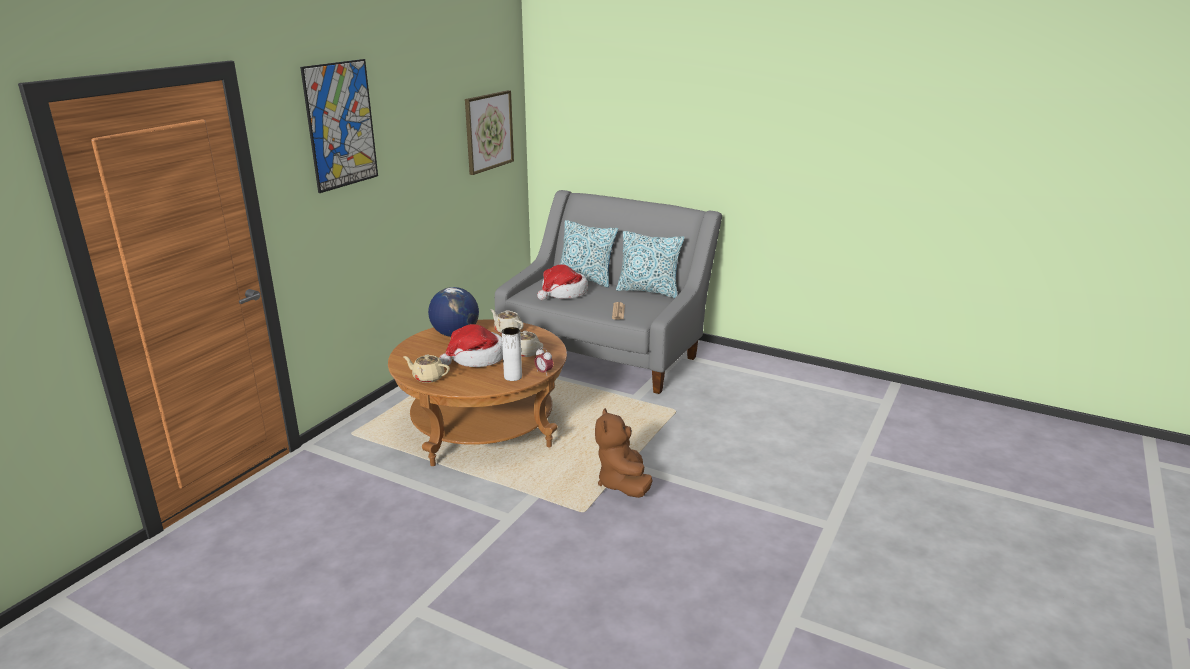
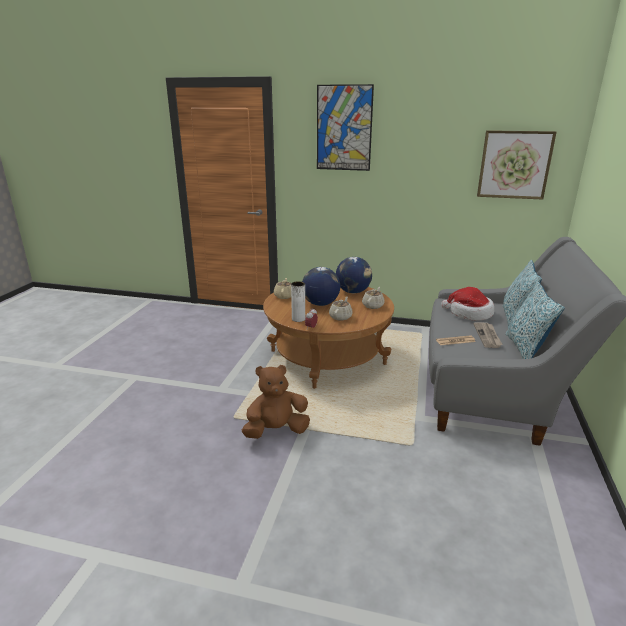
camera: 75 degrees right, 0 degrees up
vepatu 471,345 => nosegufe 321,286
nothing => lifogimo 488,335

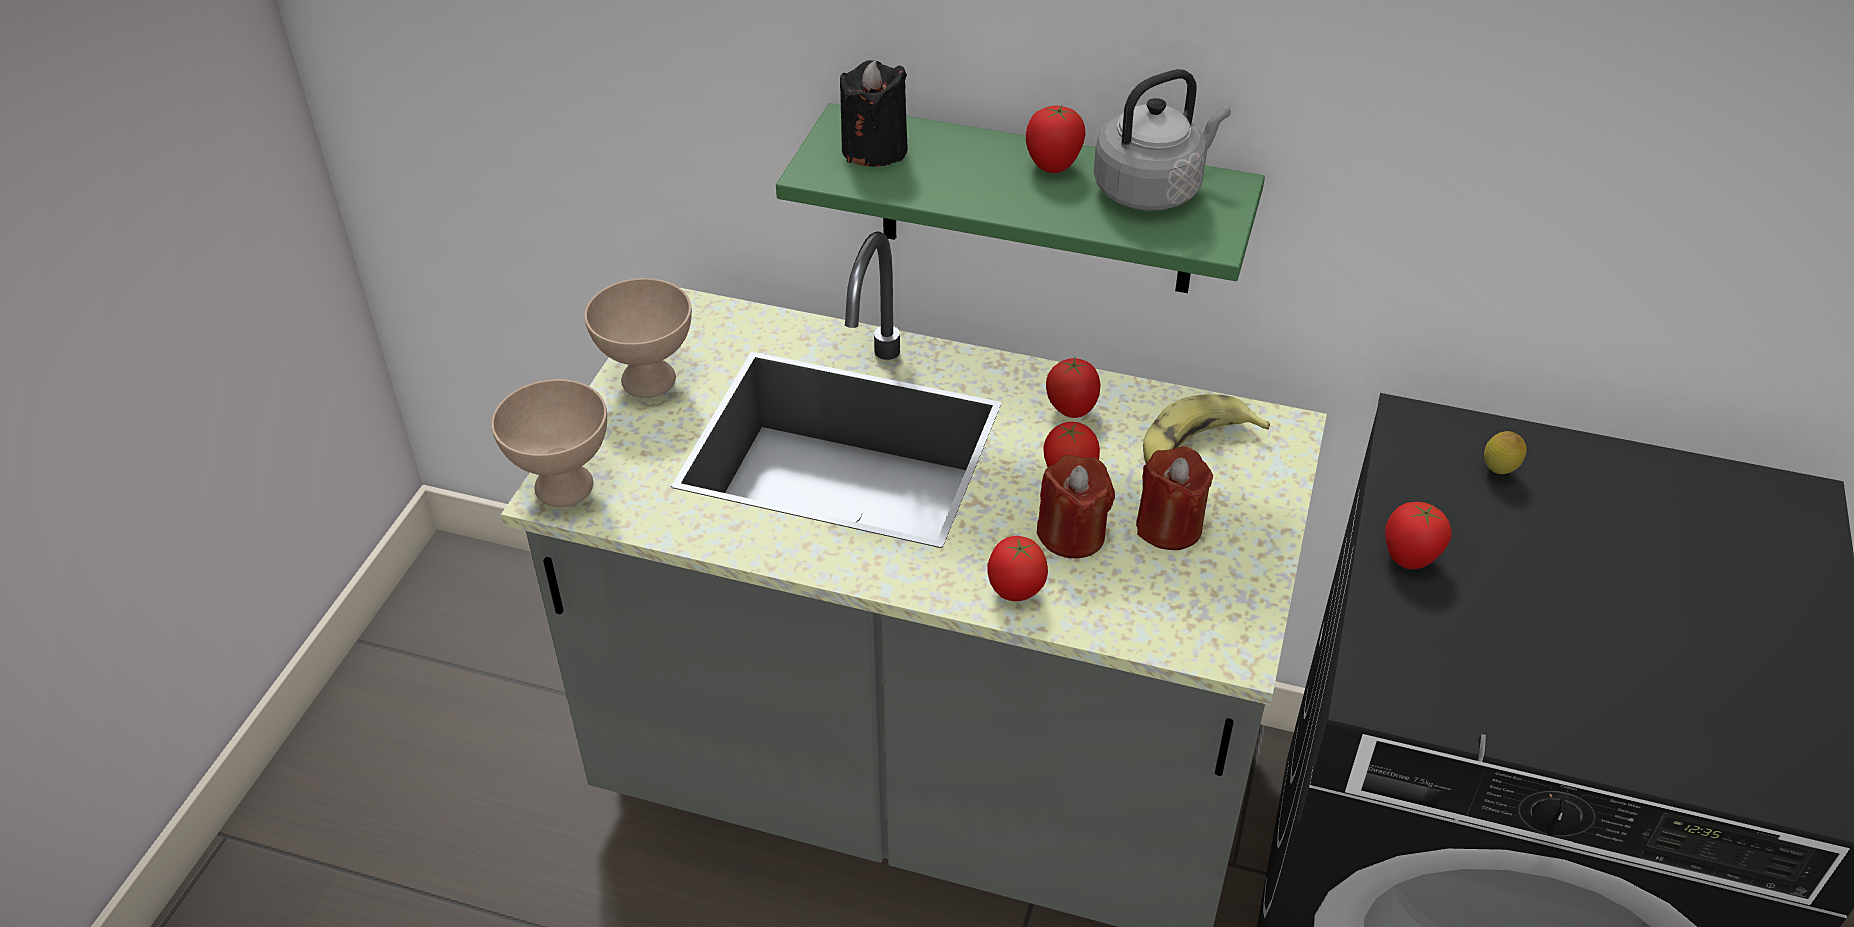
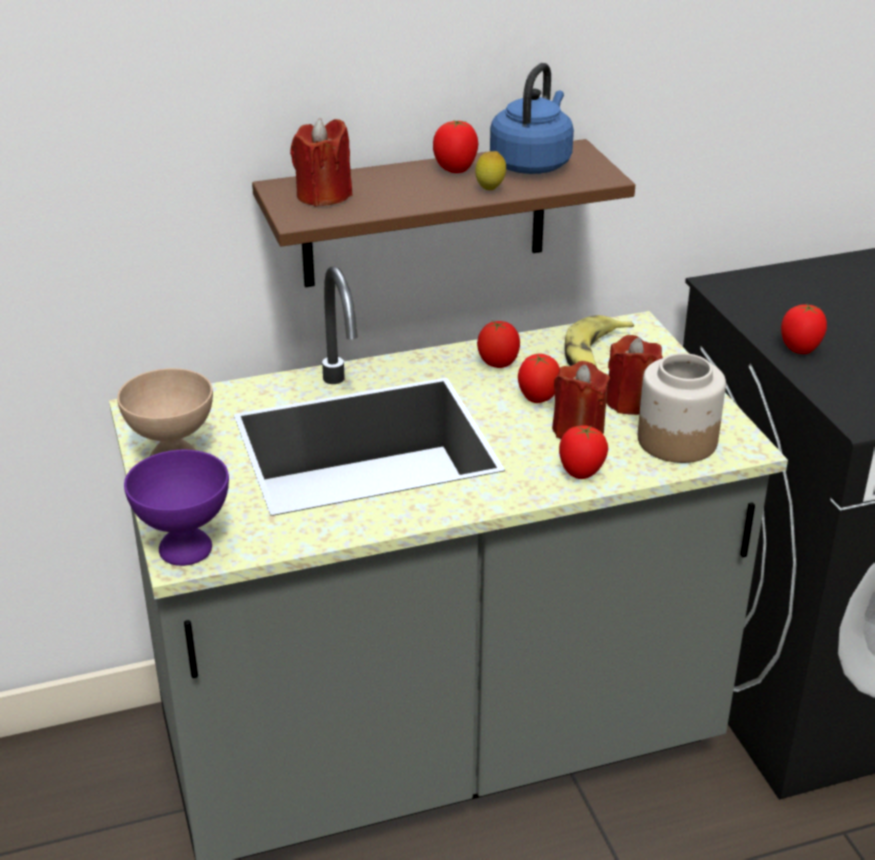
camera: 35 degrees left, 10 degrees down
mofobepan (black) 874,113 => mofobepan (red) 321,162
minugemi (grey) 1162,140 => minugemi (blue) 532,118
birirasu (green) 1020,198 => birirasu (brown) 443,213
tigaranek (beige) 549,443 => tigaranek (purple) 176,508
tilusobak 1505,452 => tilusobak 490,170, move
nothing => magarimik 682,408

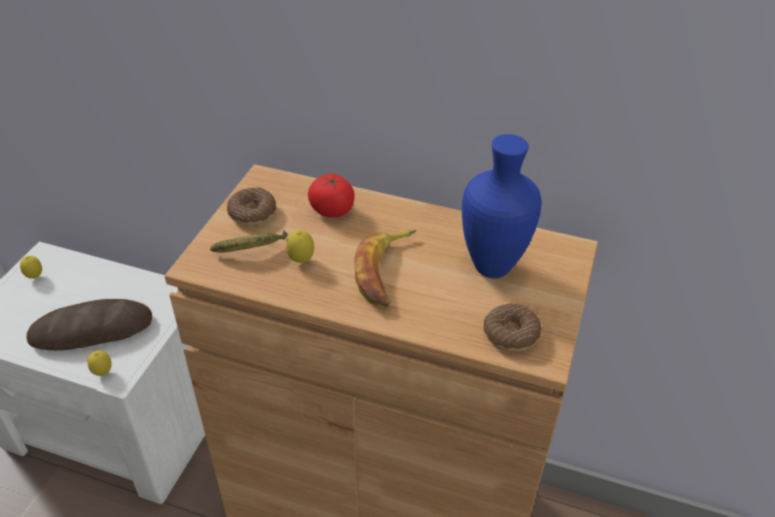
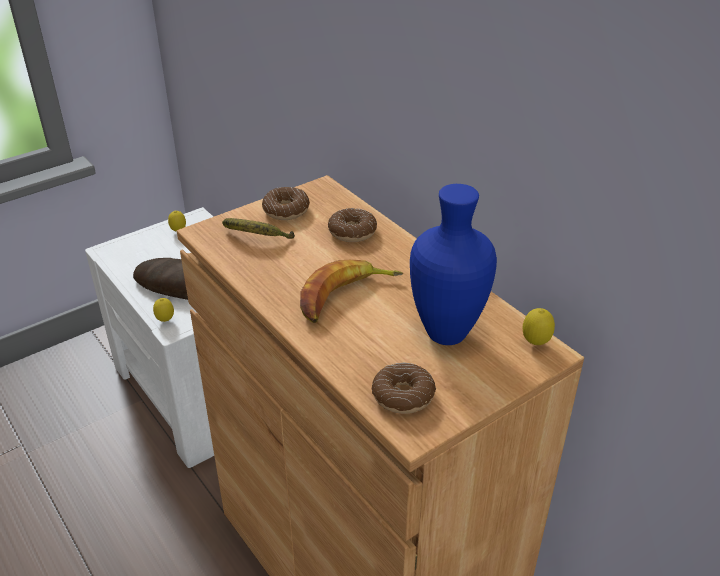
camera: 35 degrees right, 5 degrees down
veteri 331,196 => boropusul 352,225
tilusobak 300,246 => tilusobak 539,326, move

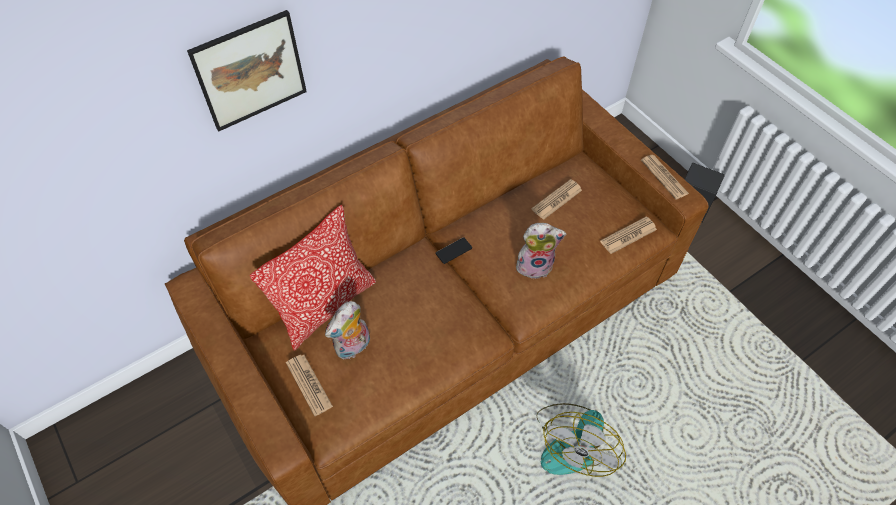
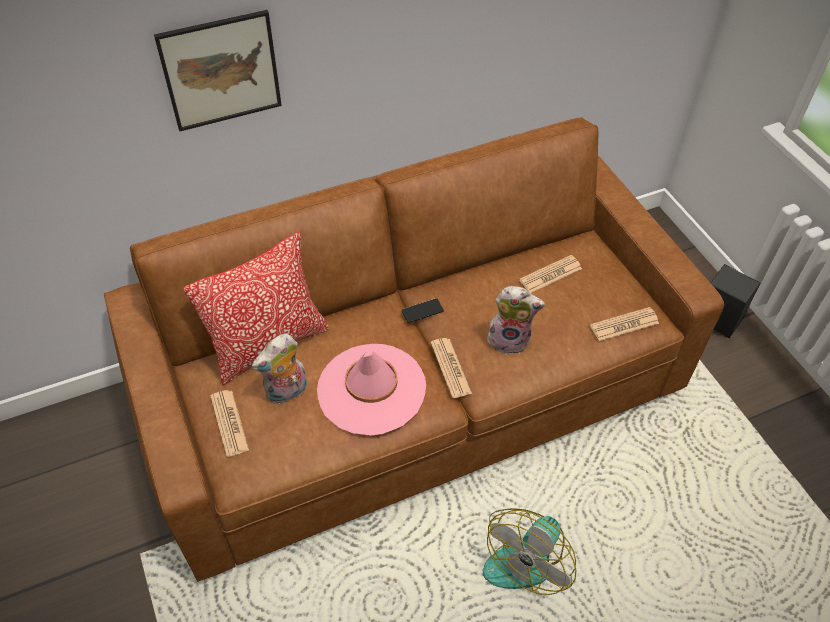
camera: 10 degrees right, 5 degrees down
lifogimo 665,177 => lifogimo 451,368, move
nothing => vepatu (pink) 371,390

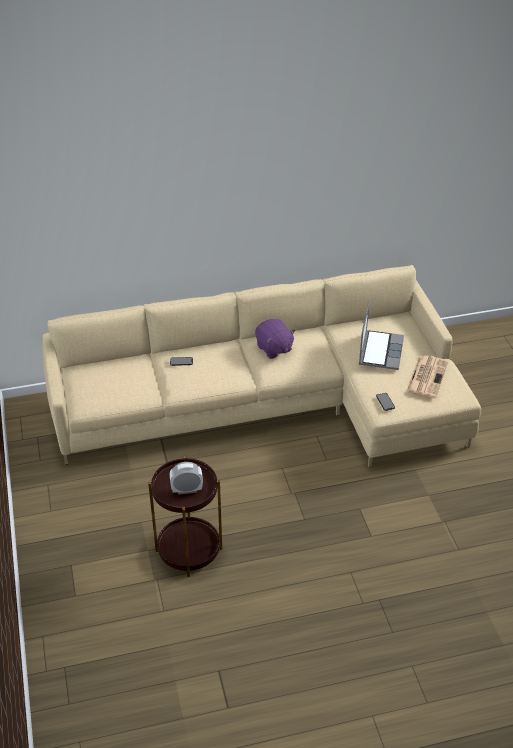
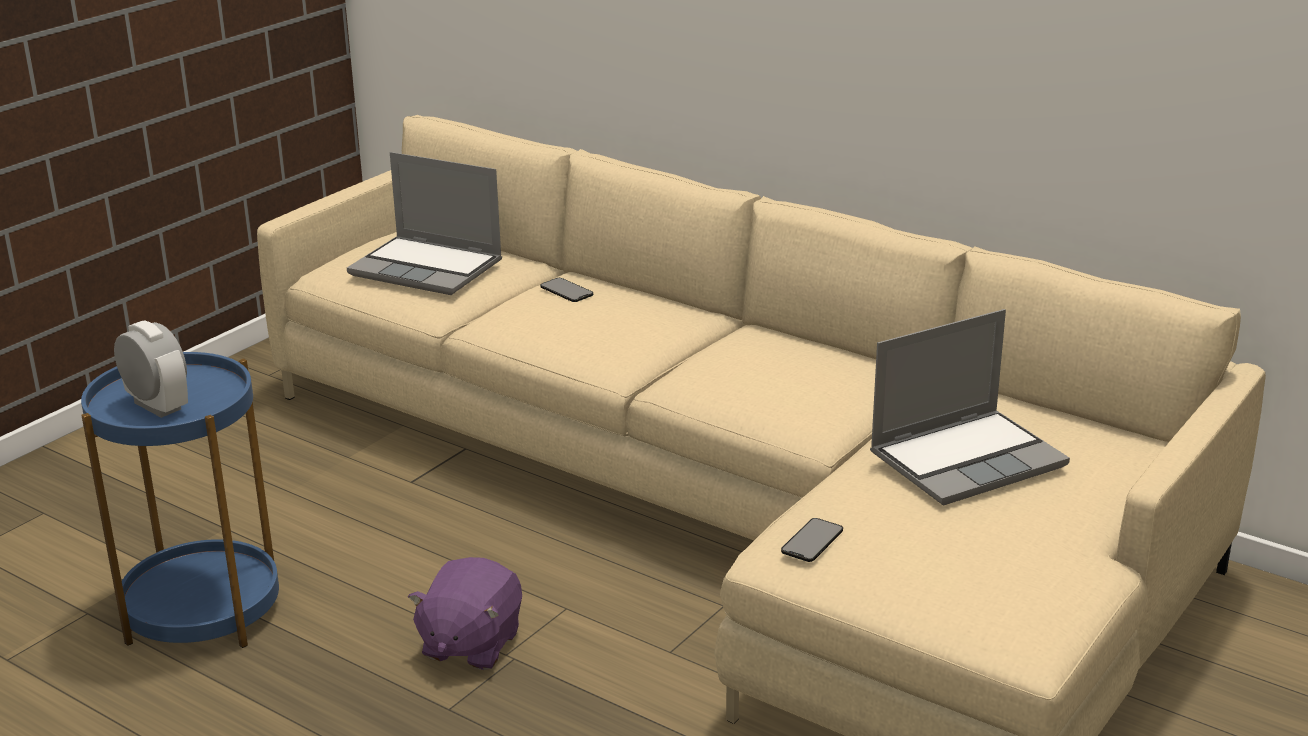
camera: 50 degrees right, 15 degrees down
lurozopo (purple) 275,339 => lurozopo (purple) 465,613, move
lifogimo 427,376 => nothing
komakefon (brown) 185,516 => komakefon (blue) 180,500
nothing => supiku 424,223

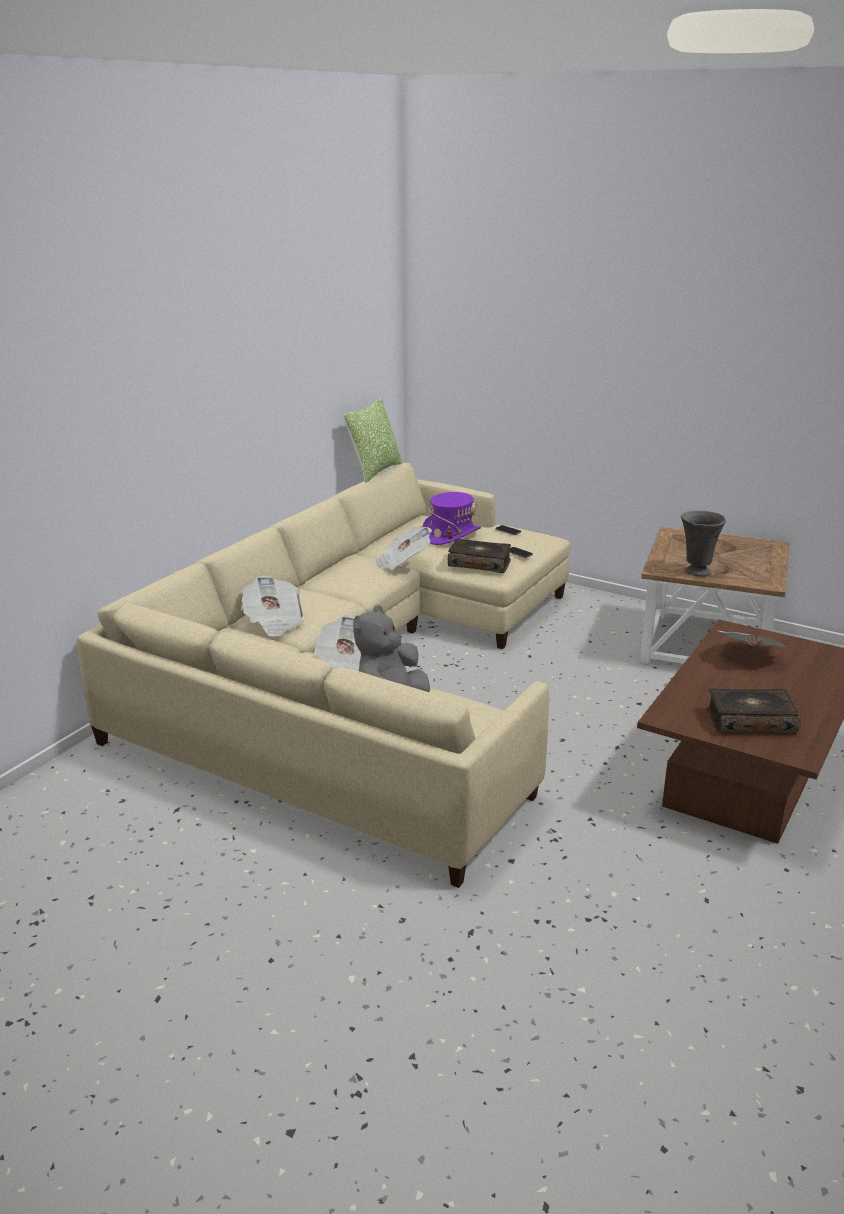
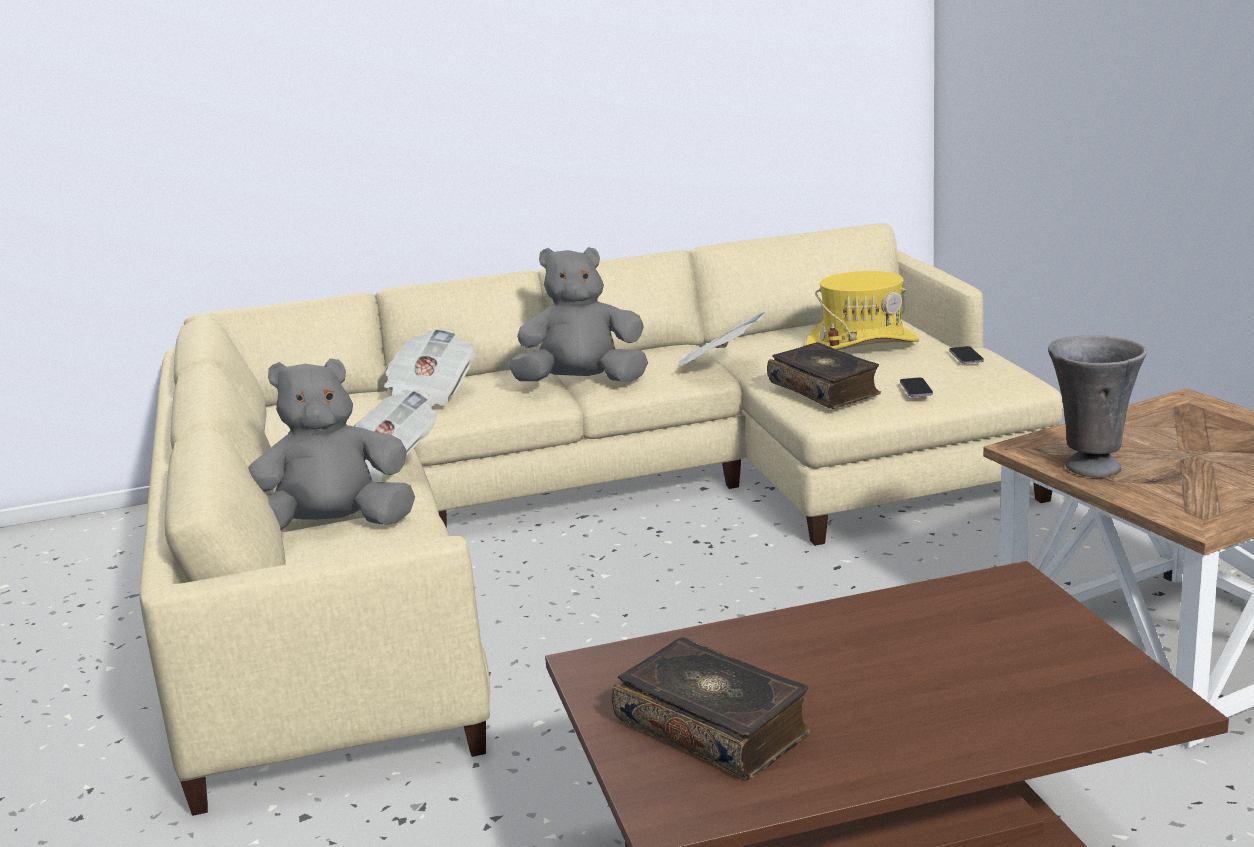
camera: 45 degrees right, 5 degrees down
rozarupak 373,440 => nothing
vepatu (purple) 451,518 => vepatu (yellow) 862,310
lifogimo 753,639 => nothing
nothing => lurozopo (grey) 578,314

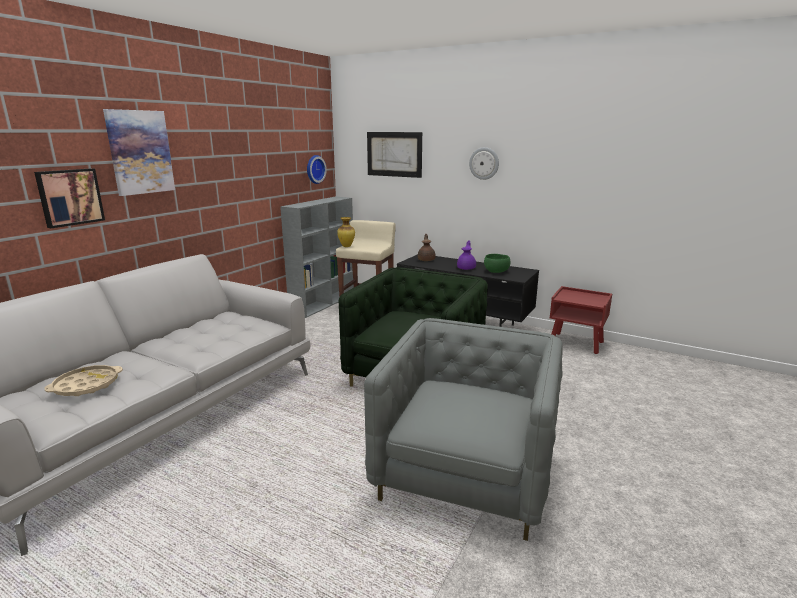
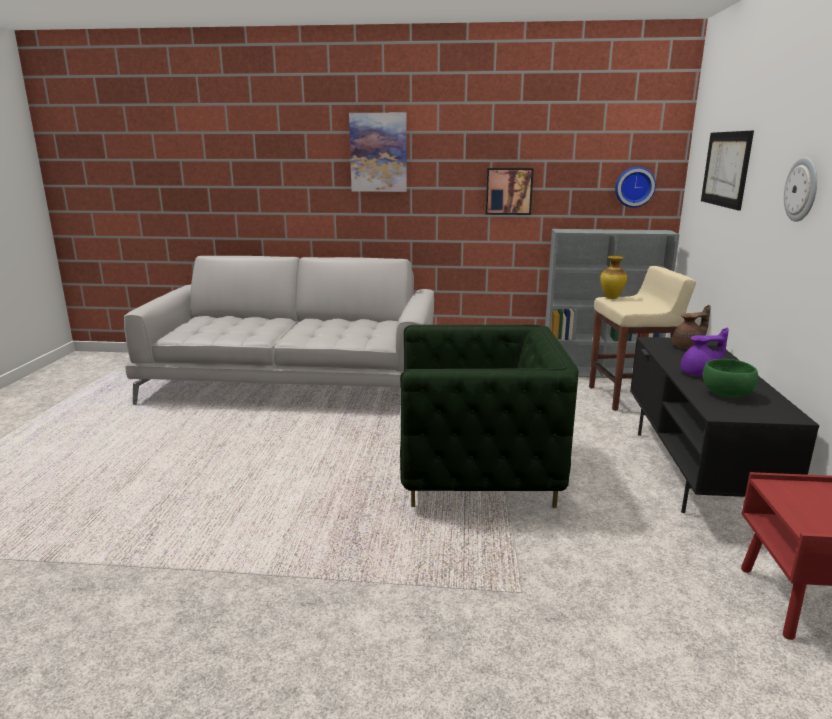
camera: 65 degrees right, 0 degrees up
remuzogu 69,198 => remuzogu 510,191, move
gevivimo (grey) 463,429 => nothing
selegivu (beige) 84,380 => nothing

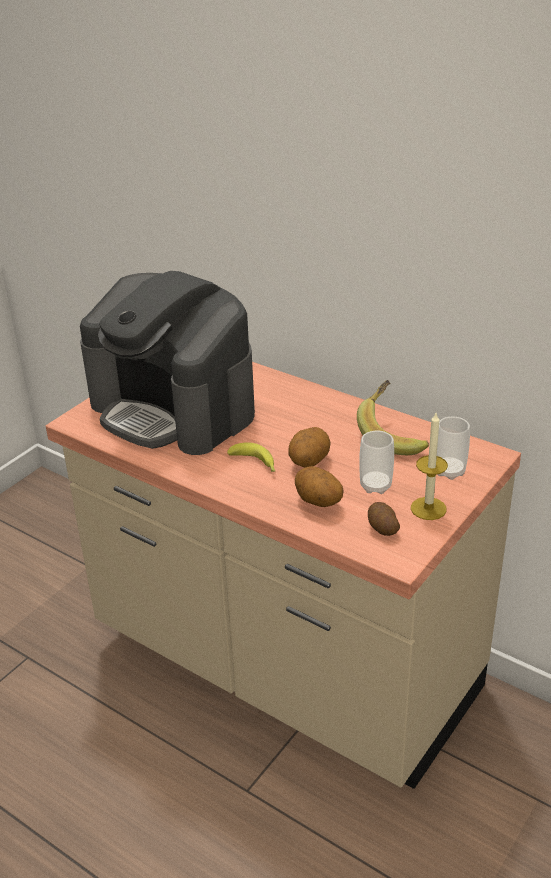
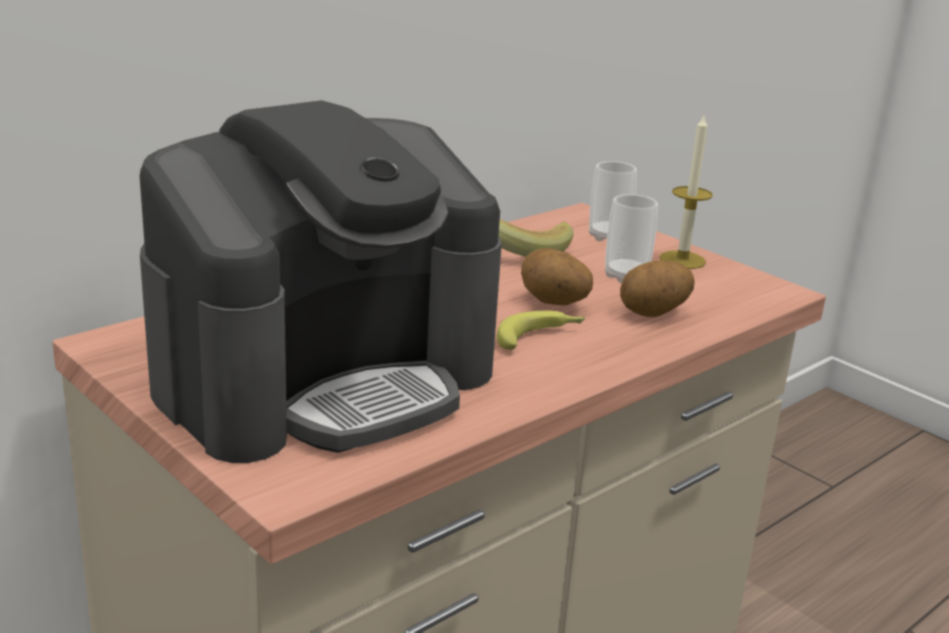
camera: 80 degrees left, 10 degrees down
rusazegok 384,519 => nothing

